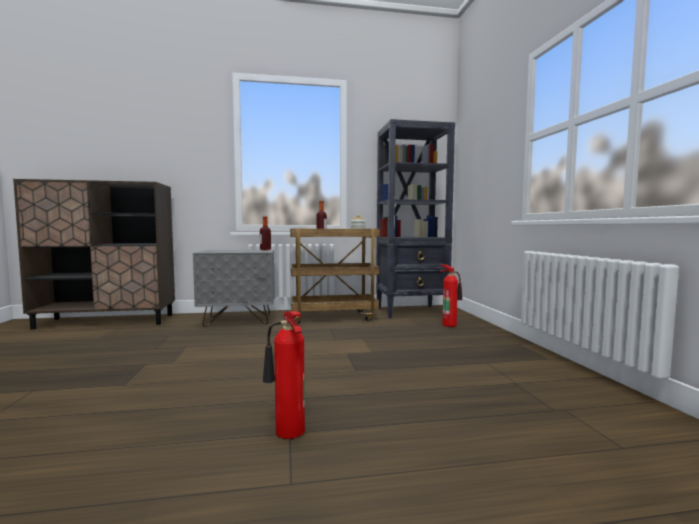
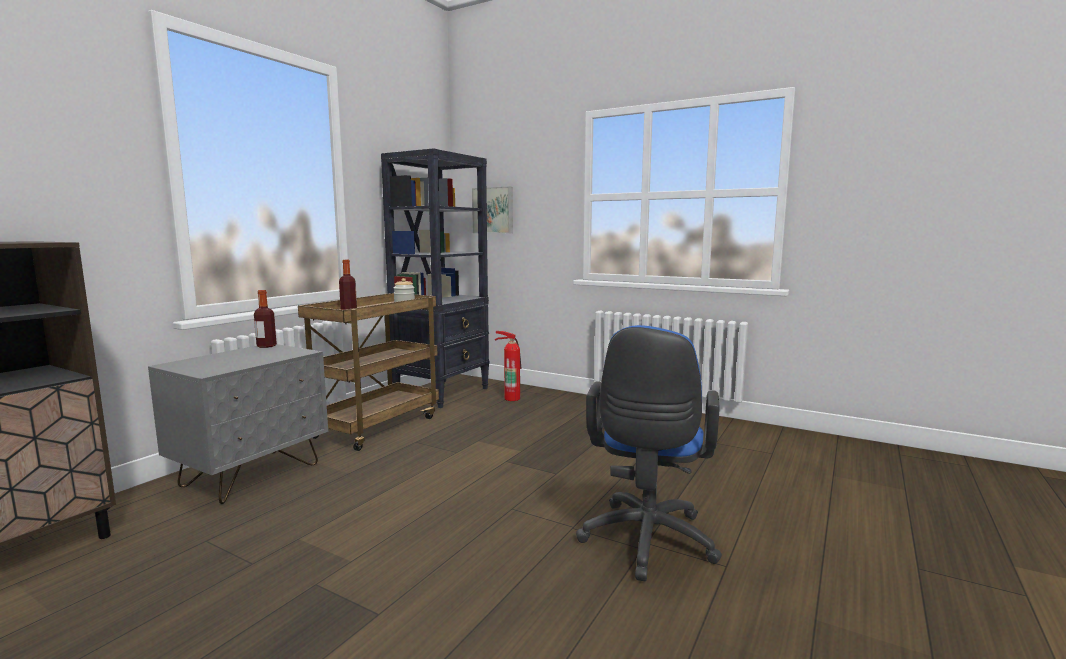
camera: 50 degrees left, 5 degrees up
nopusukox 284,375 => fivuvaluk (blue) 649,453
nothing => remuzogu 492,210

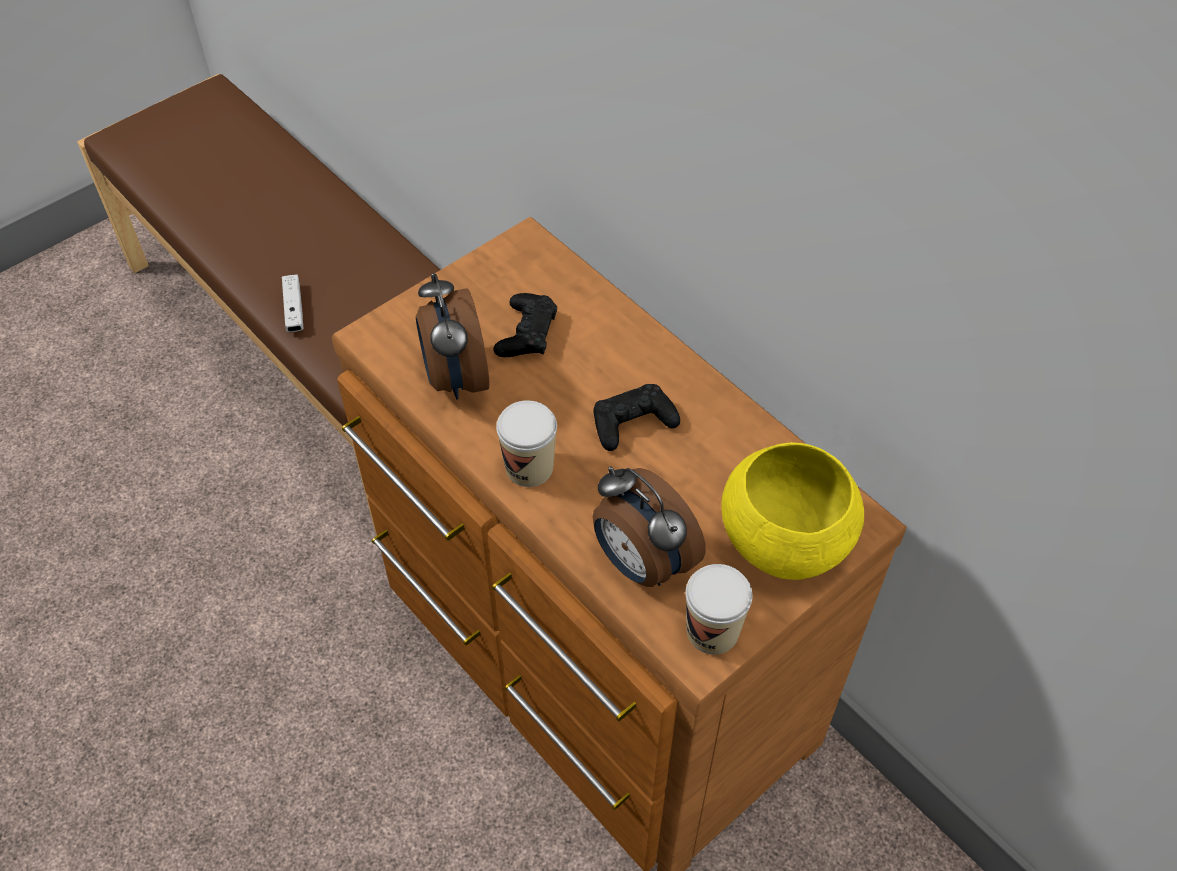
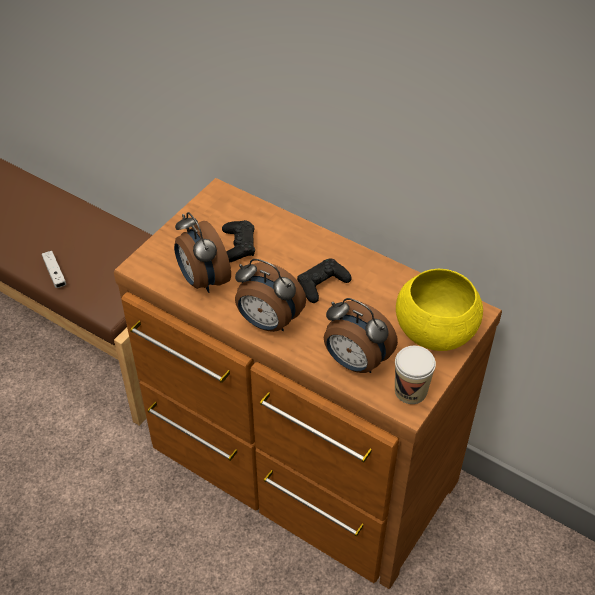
camera: 15 degrees left, 5 degrees down
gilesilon 526,443 => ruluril 270,295

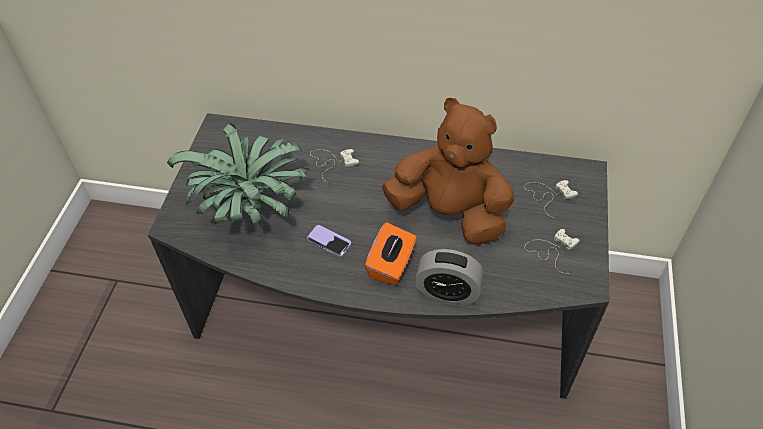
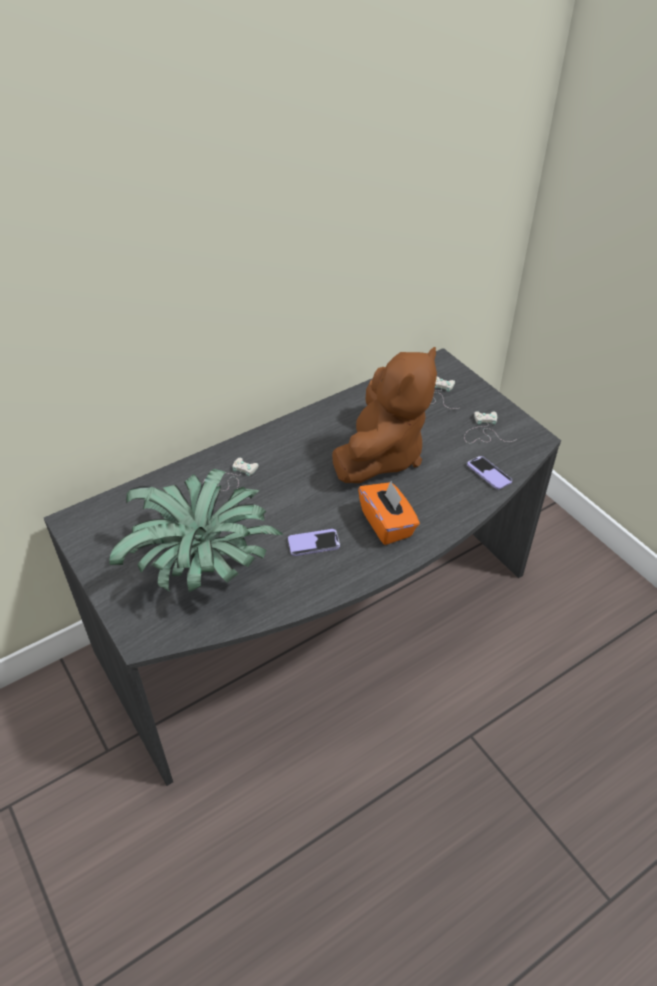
camera: 45 degrees left, 5 degrees down
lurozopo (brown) 448,171 => lurozopo (brown) 384,415, 135 degrees clockwise
ruluril 449,277 => nothing
nothing => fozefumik 489,472

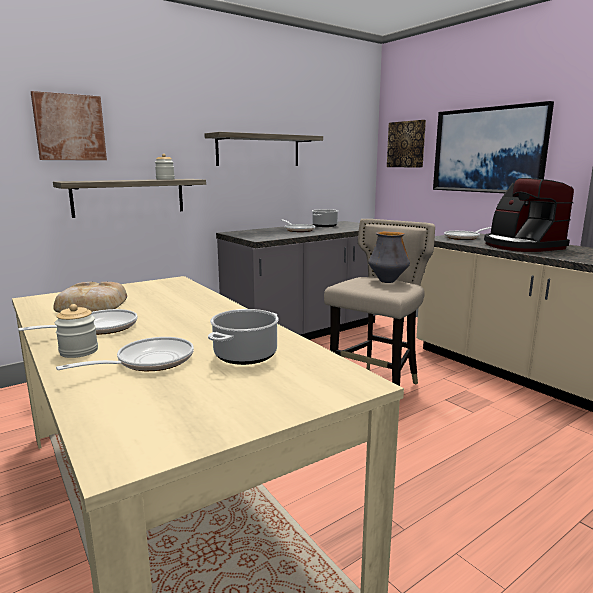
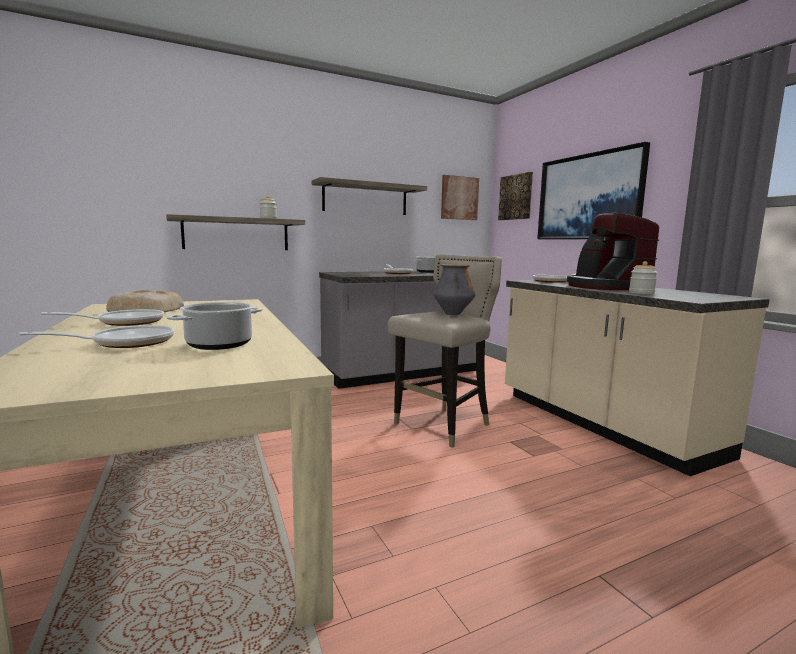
camera: 10 degrees right, 5 degrees down
remuzogu 69,125 => remuzogu 460,197, move
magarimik 76,331 => magarimik 643,277, move

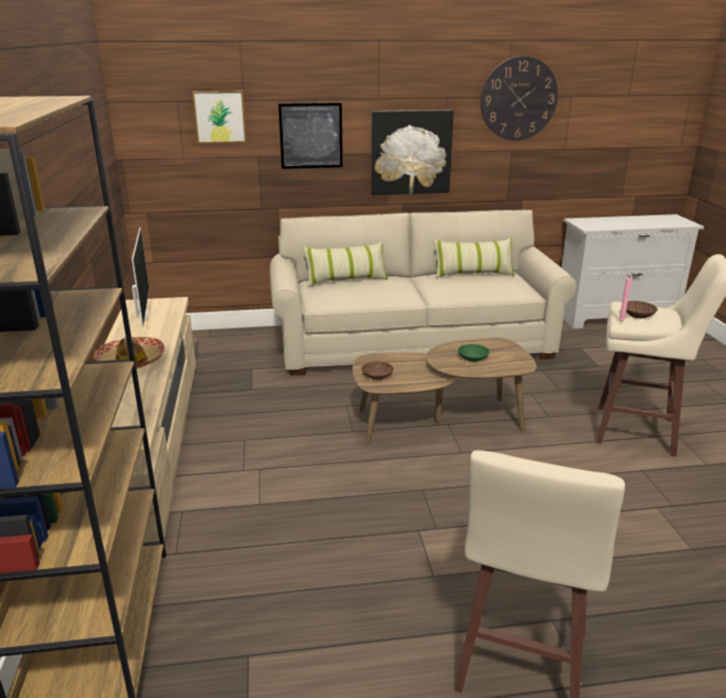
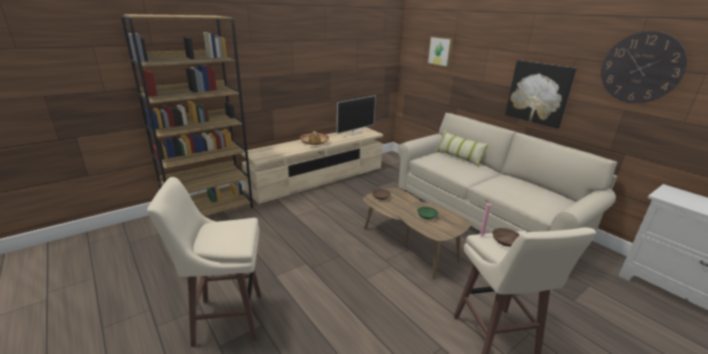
camera: 60 degrees right, 0 degrees up
remuzogu 310,136 => nothing
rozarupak 474,258 => nothing

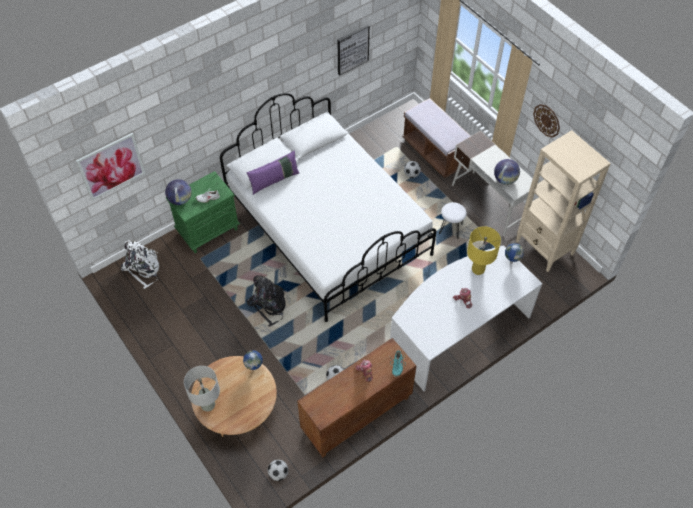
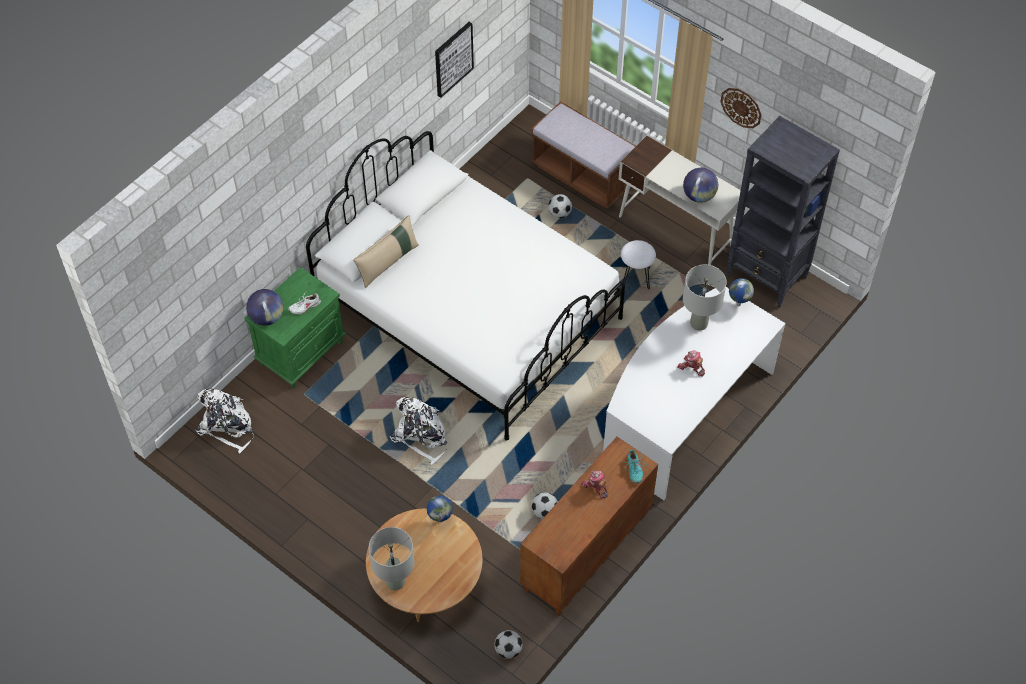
camera: 15 degrees left, 0 degrees up
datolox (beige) 563,201 => datolox (black) 783,212
remuzogu 110,167 => nothing
rozarupak (purple) 272,172 => rozarupak (beige) 386,251
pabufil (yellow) 484,250 => pabufil (grey) 705,298
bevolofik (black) 266,301 => bevolofik (white) 418,430

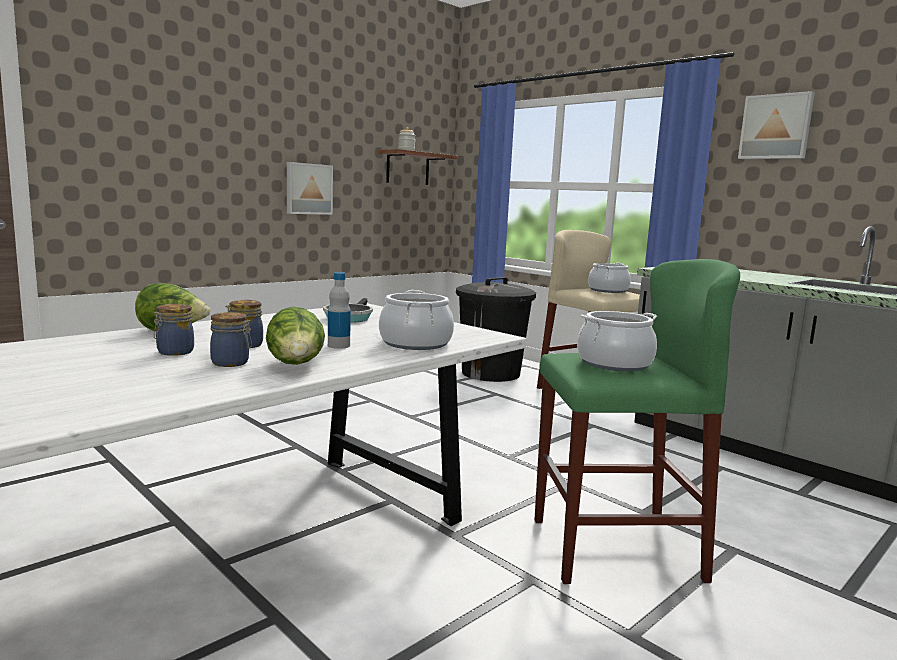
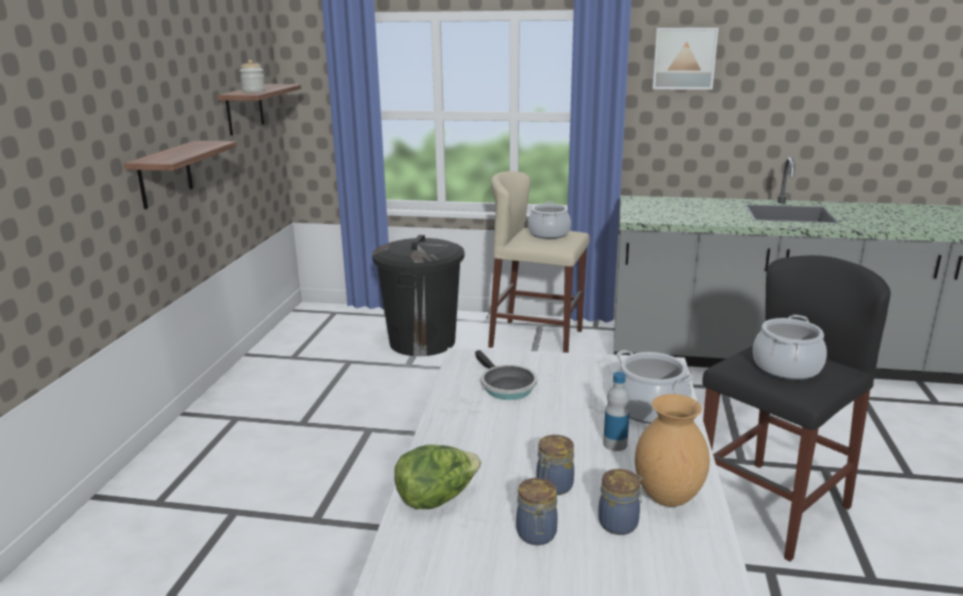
camera: 35 degrees left, 10 degrees up
remuzogu 310,188 => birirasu 180,175
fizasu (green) 637,421 => fizasu (black) 796,408
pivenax 295,336 => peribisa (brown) 672,450

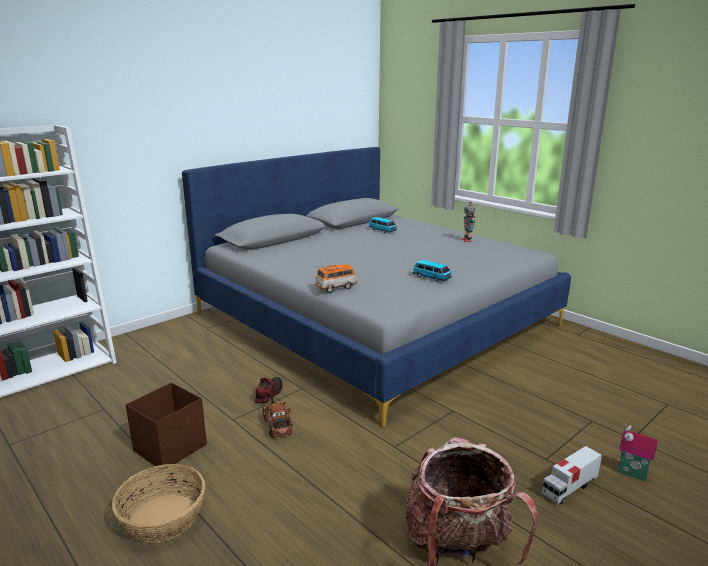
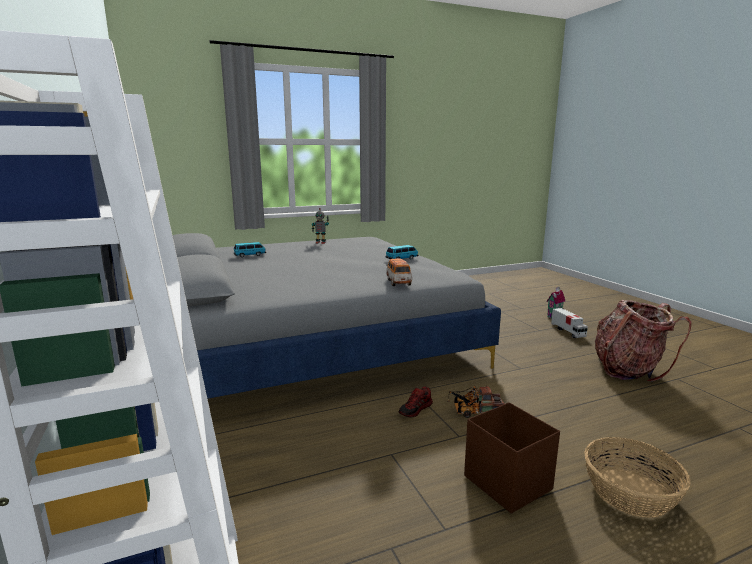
camera: 70 degrees left, 5 degrees down
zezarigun 268,390 => zezarigun 416,402, 90 degrees counterclockwise

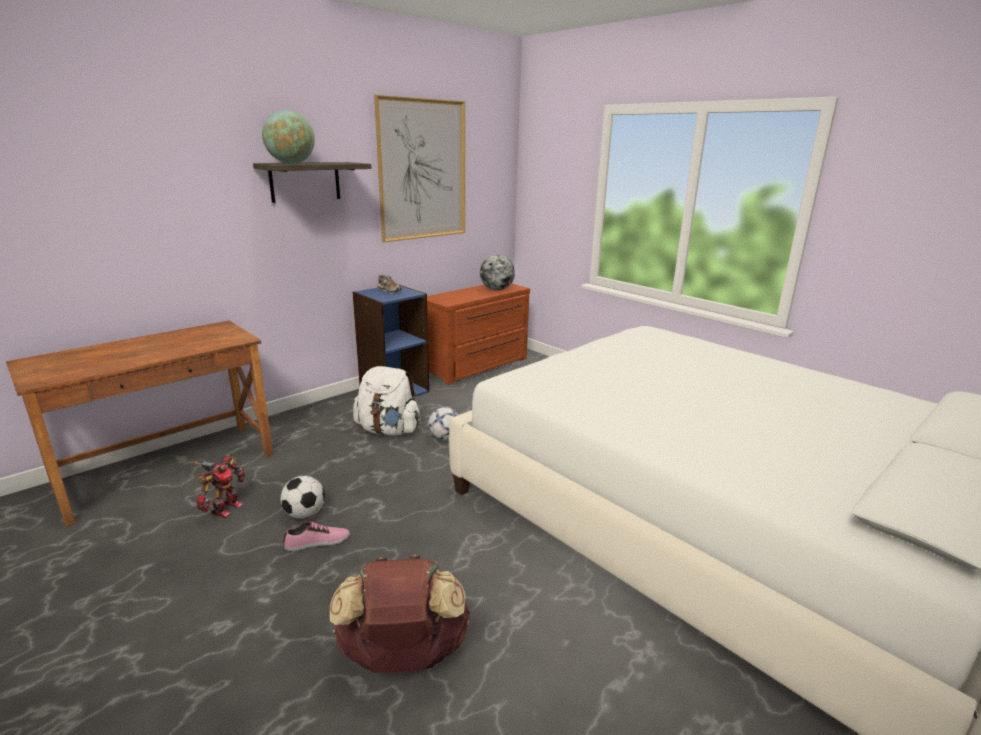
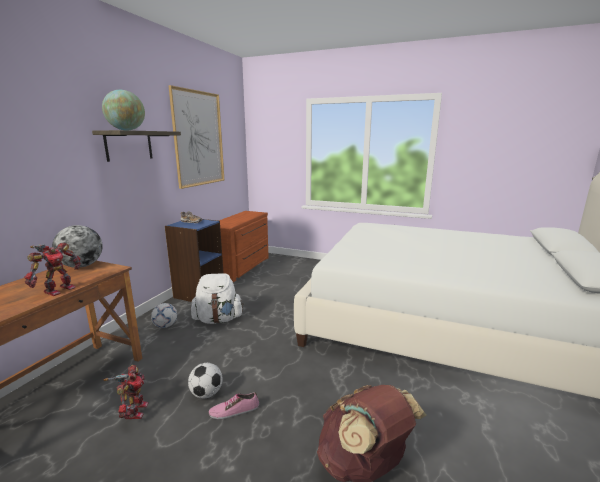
camera: 25 degrees left, 5 degrees down
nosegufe 497,273 => nosegufe 77,246, move
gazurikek 443,424 => gazurikek 164,315, move
zezarigun 316,536 => zezarigun 234,405, 150 degrees counterclockwise
nothing => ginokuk 52,269

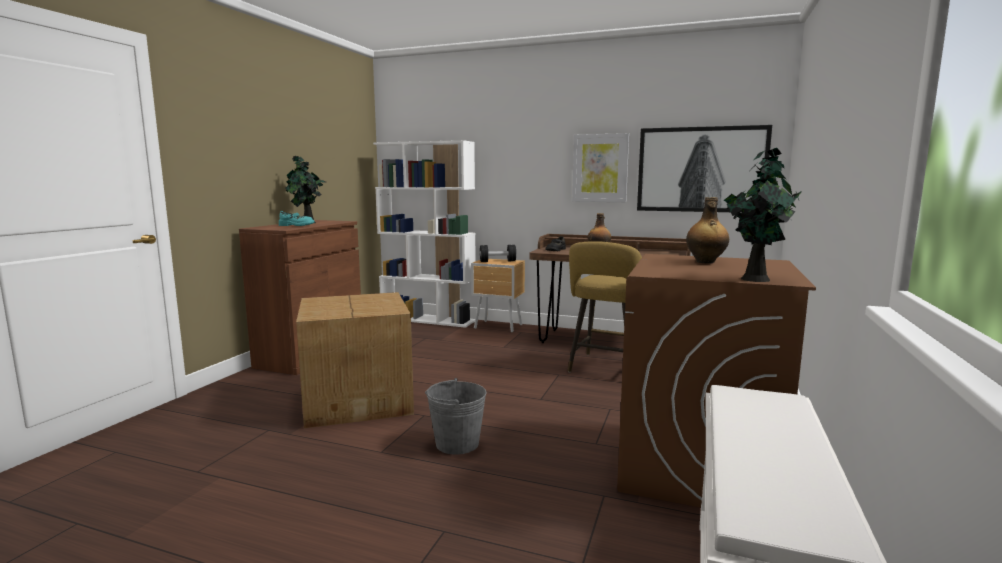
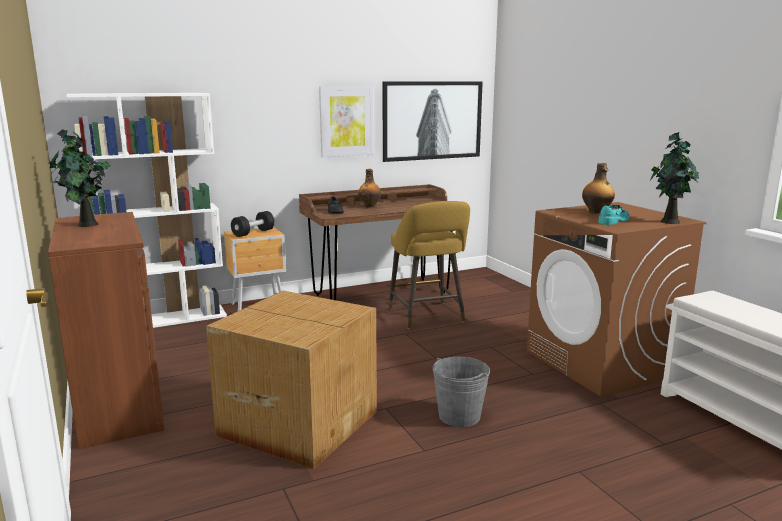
camera: 45 degrees left, 5 degrees up
zezarigun (turquoise) 297,218 => zezarigun (turquoise) 614,215, move

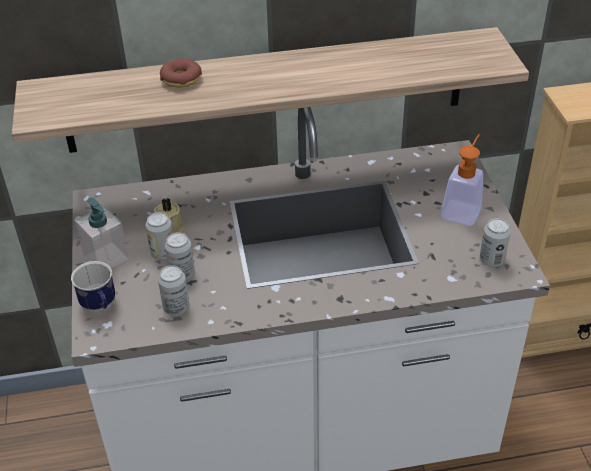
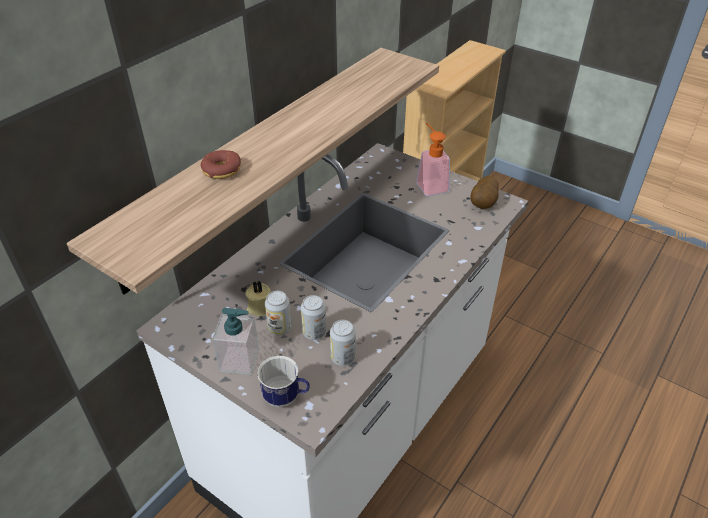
camera: 45 degrees left, 0 degrees up
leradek 495,242 => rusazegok 485,192

